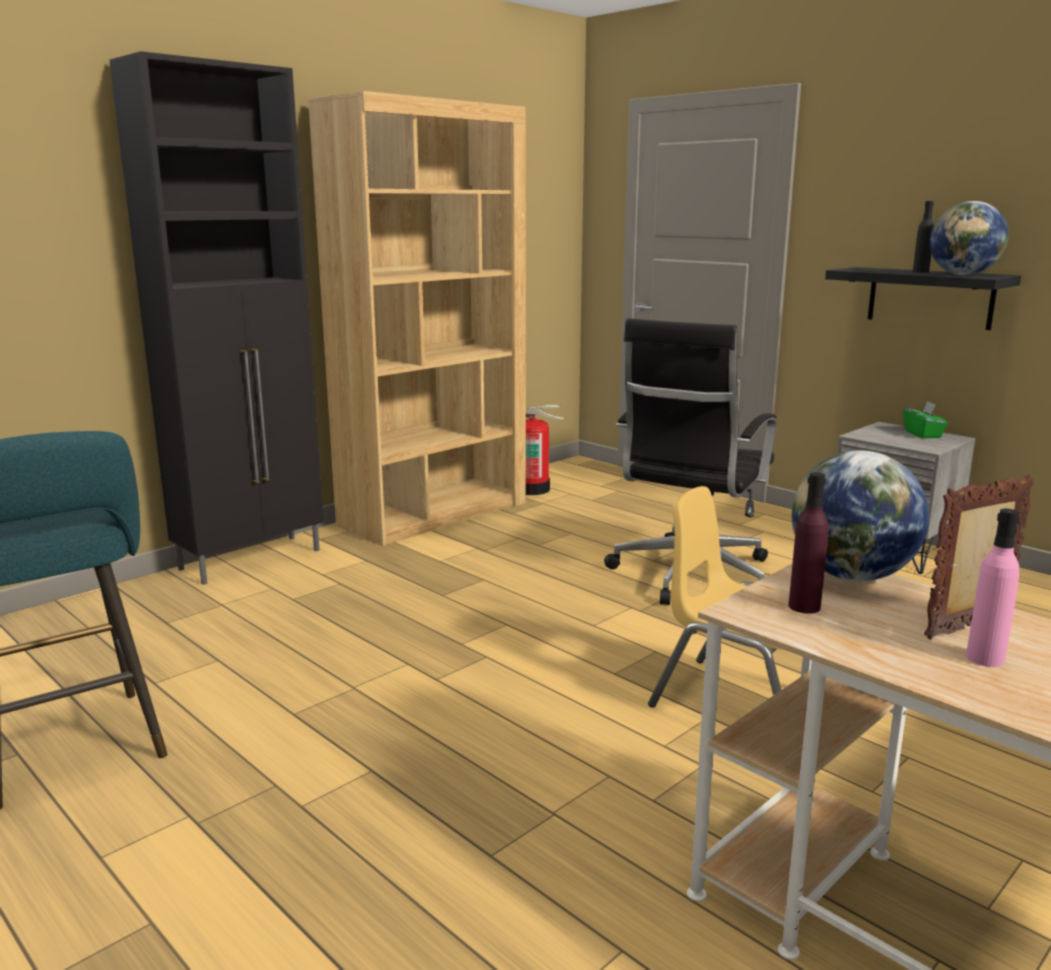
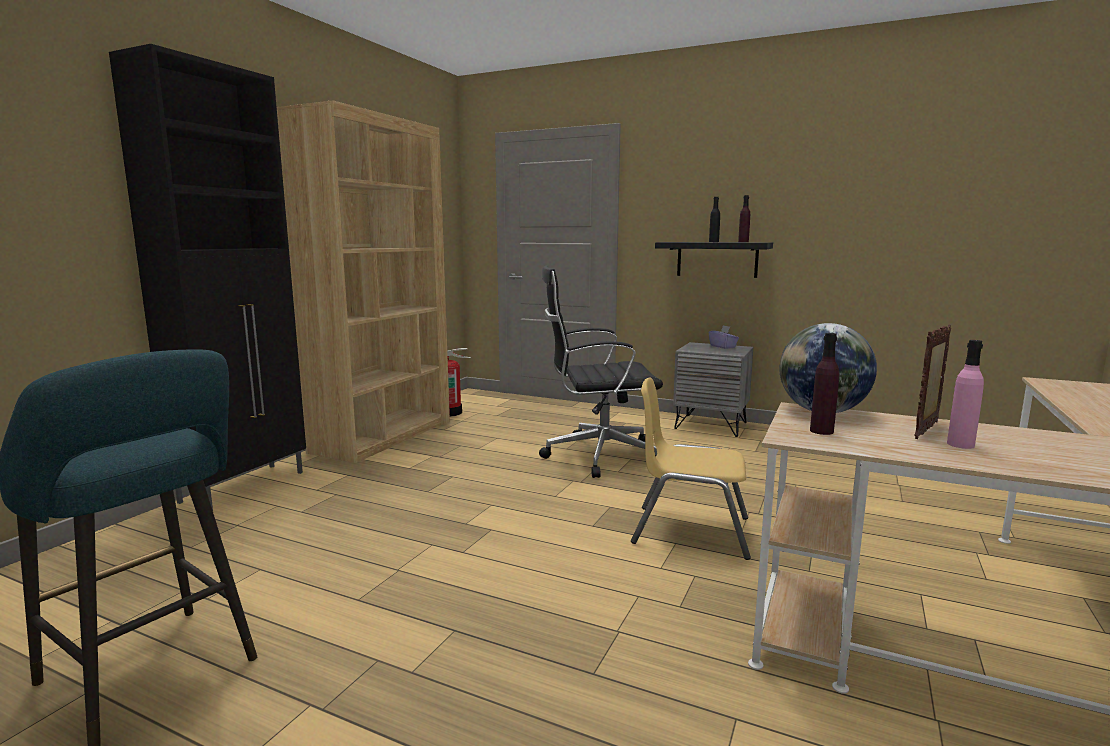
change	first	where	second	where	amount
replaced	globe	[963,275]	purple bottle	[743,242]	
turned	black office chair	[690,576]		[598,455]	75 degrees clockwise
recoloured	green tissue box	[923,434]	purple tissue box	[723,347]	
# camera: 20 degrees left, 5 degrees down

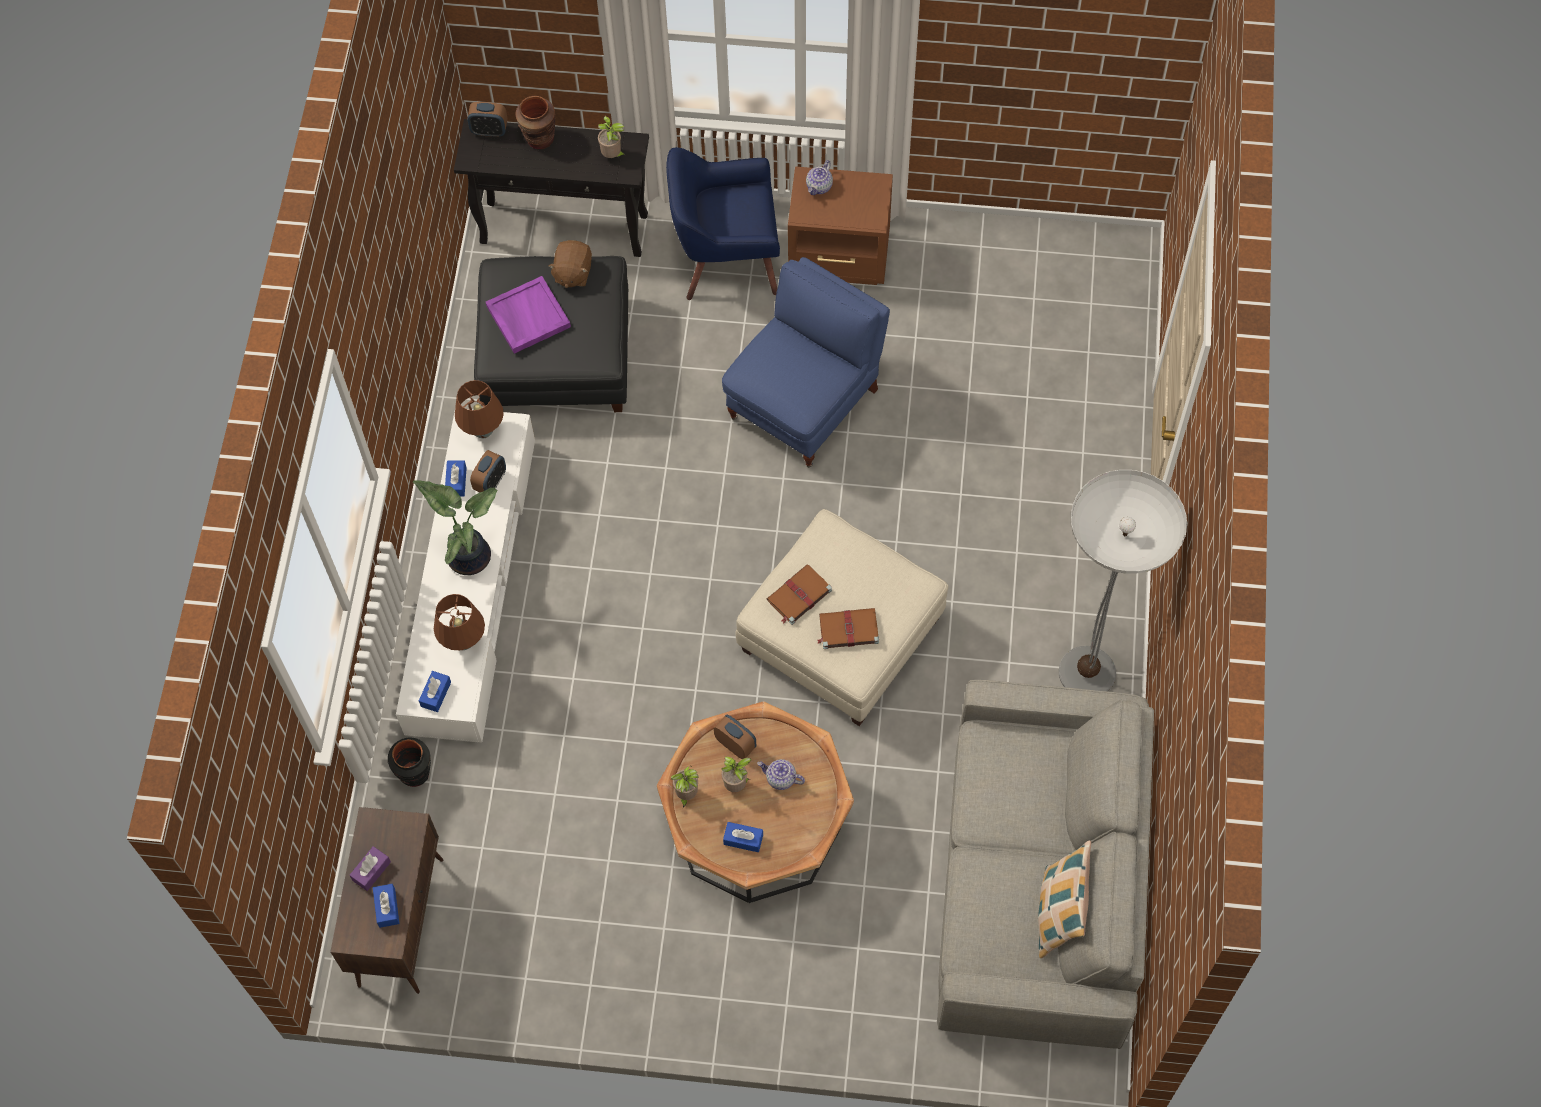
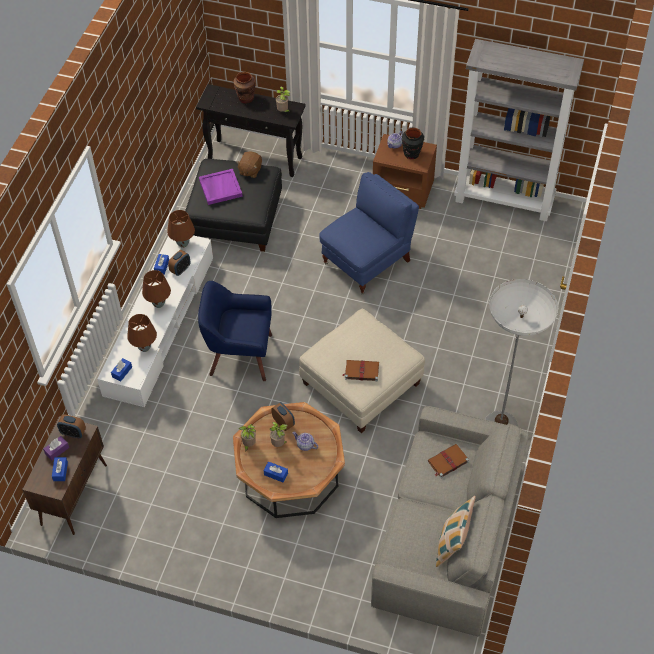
change	first	where	second	where	amount
moved	alarm clock	[489,131]		[73,433]	
moved	blue armchair	[726,260]		[239,355]	
replaced	potted plant	[469,555]	brown table lamp	[159,304]	
moved	brown book	[798,596]		[447,462]	
moved	black vase	[415,774]		[411,154]	
added			grey bookcase	[505,200]	
# camera: 10 degrees right, 10 degrees down

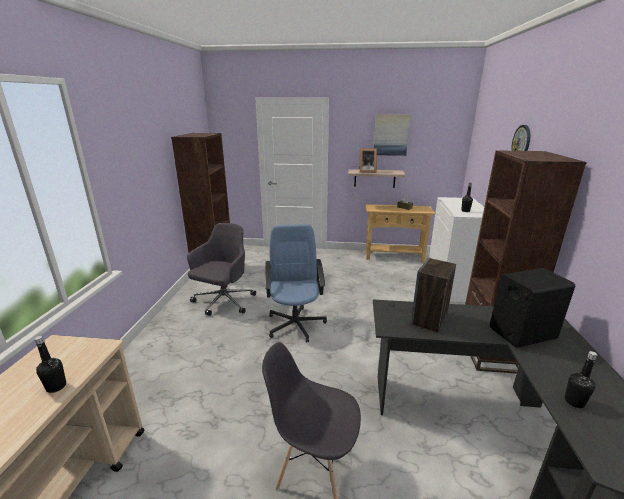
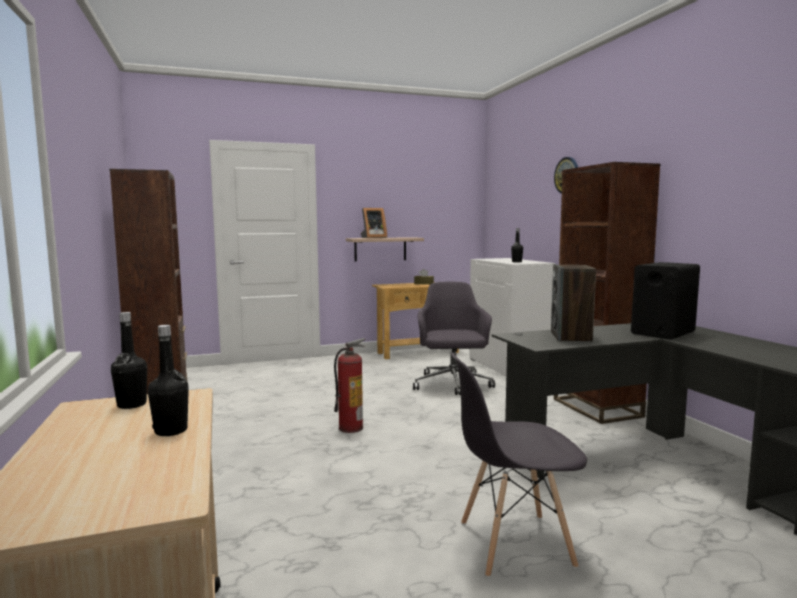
change	first	where	second	where	amount
removed	picture	[391,135]			
moved	grey office chair	[223,302]		[452,384]	
replaced	blue office chair	[295,324]	fire extinguisher	[351,428]	
moved	black bottle	[574,402]		[132,405]	
# camera: 25 degrees left, 15 degrees down

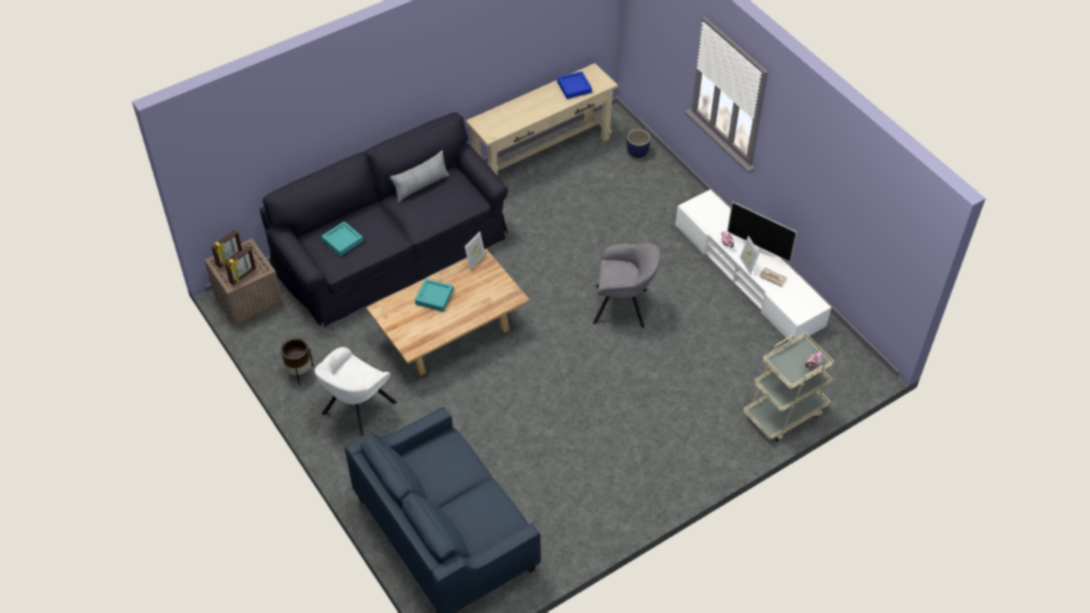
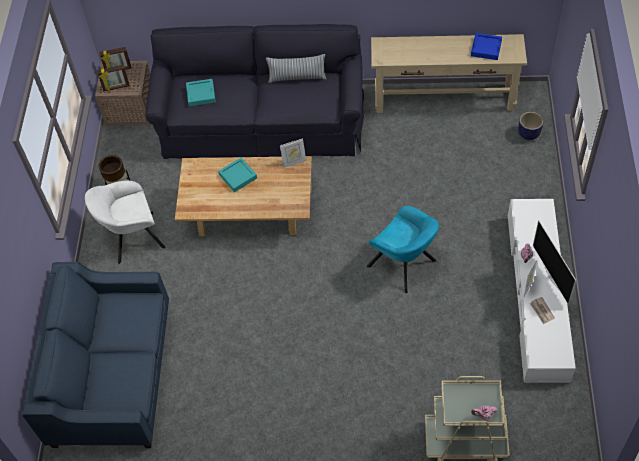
change	first	where	second	where	amount
recoloured	grey armchair	[624,306]	turquoise armchair	[404,265]	
# camera: 40 degrees right, 5 degrees up

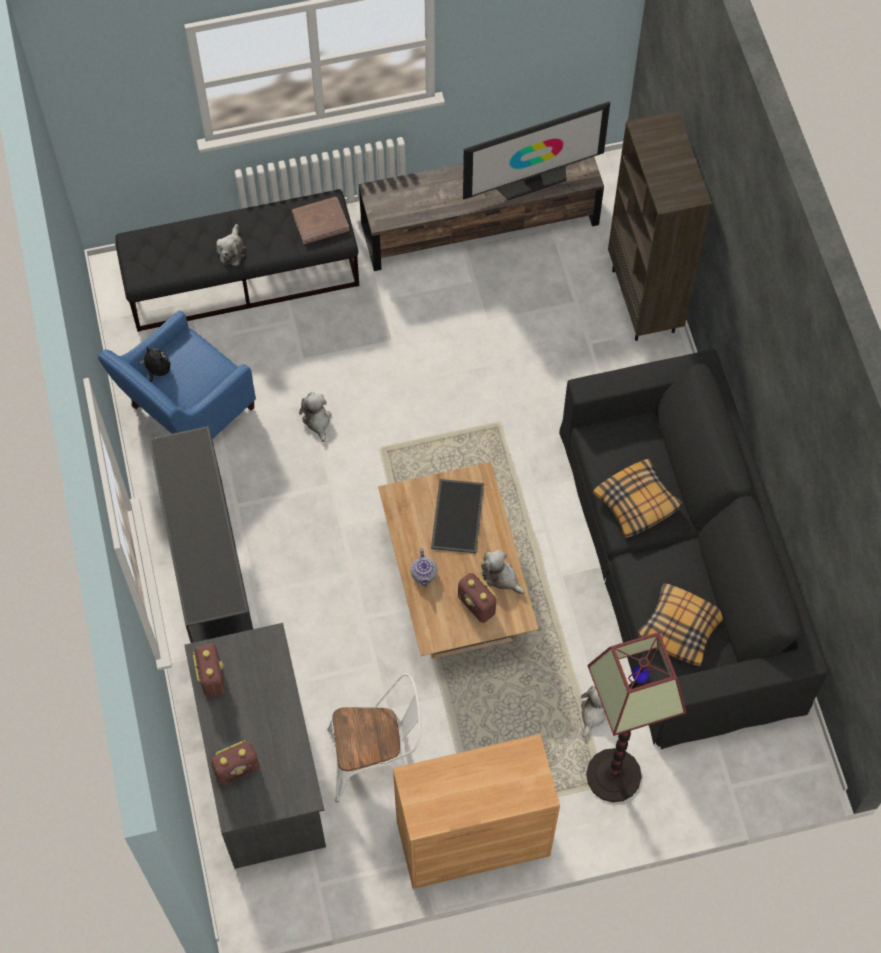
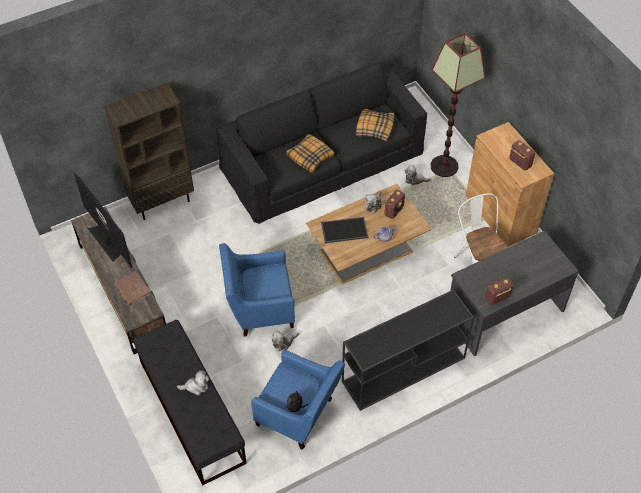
change	first	where	second	where	amount
moved	brown book	[320,221]		[132,290]	
moved	radio	[237,769]		[519,163]	
added			blue armchair	[259,308]	
# camera: 105 degrees left, 10 degrees down

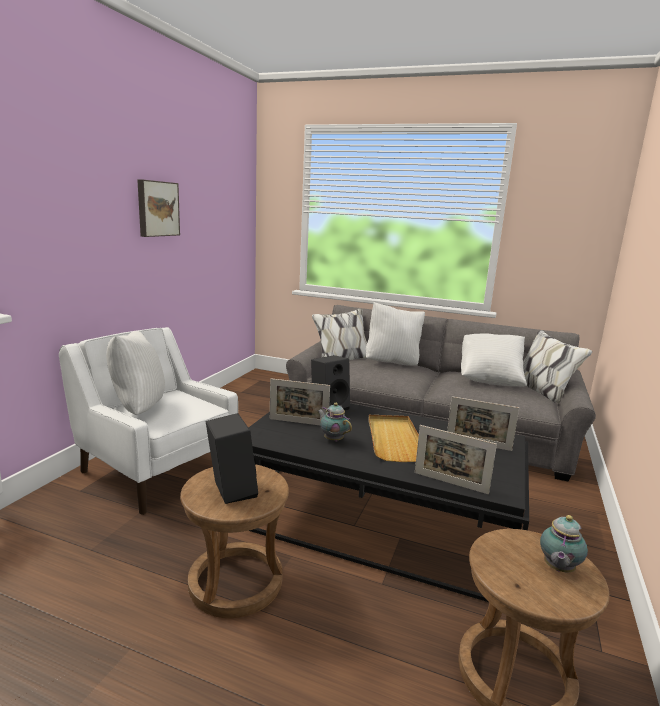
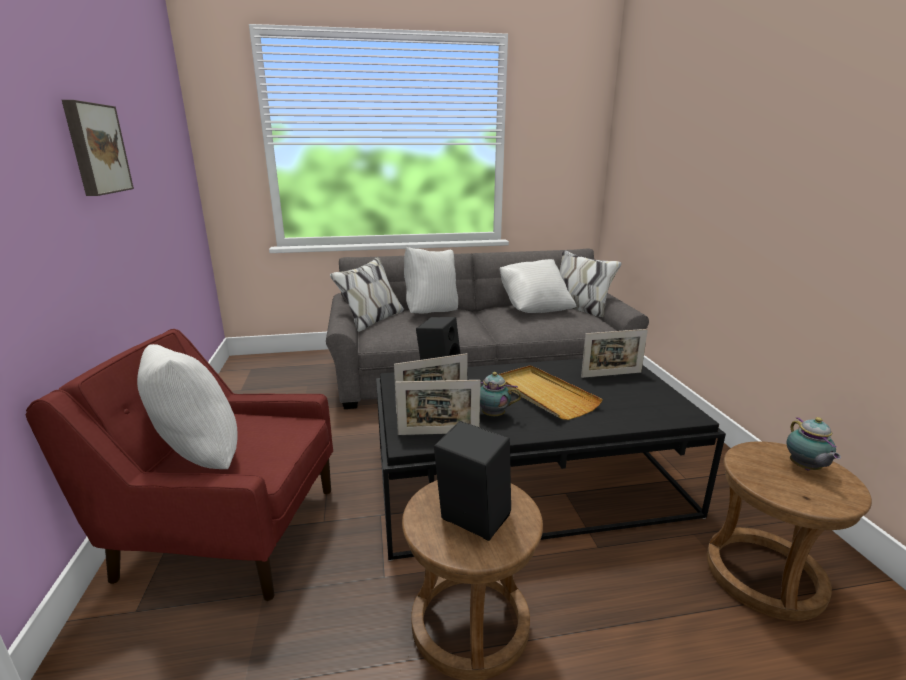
change	first	where	second	where	amount
recoloured	white armchair	[156,470]	red armchair	[228,531]	
moved	picture frame	[450,483]		[438,433]	
# camera: 30 degrees left, 5 degrees up

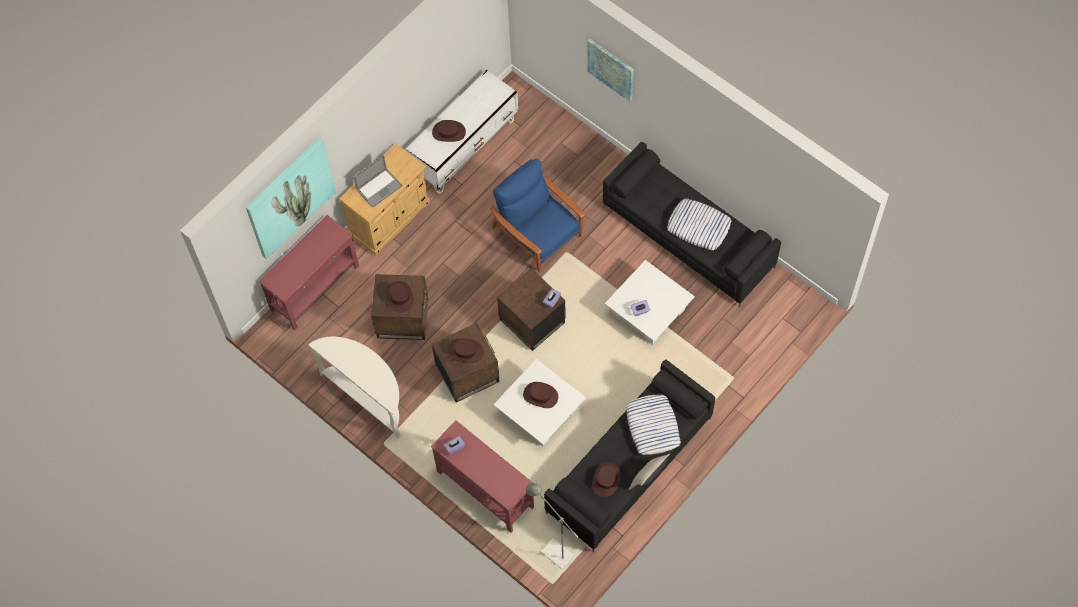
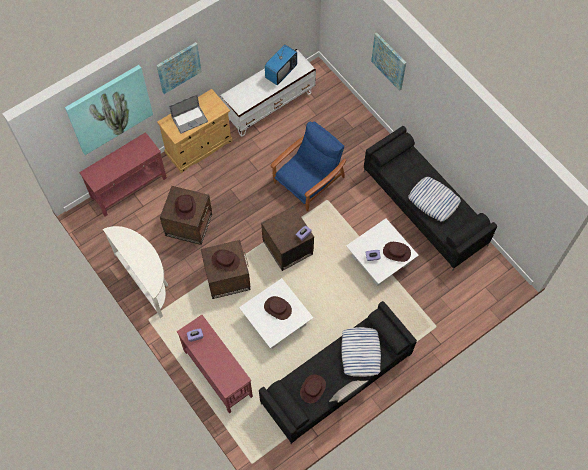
change	first	where	second	where	amount
moved	brown hat	[448,132]		[396,252]	
turned	blue armchair	[537,233]		[308,181]	75 degrees clockwise
removed	grey floor lamp	[552,550]			
added			picture	[178,67]	
added			television	[281,72]	
# camera: 10 degrees right, 0 degrees up

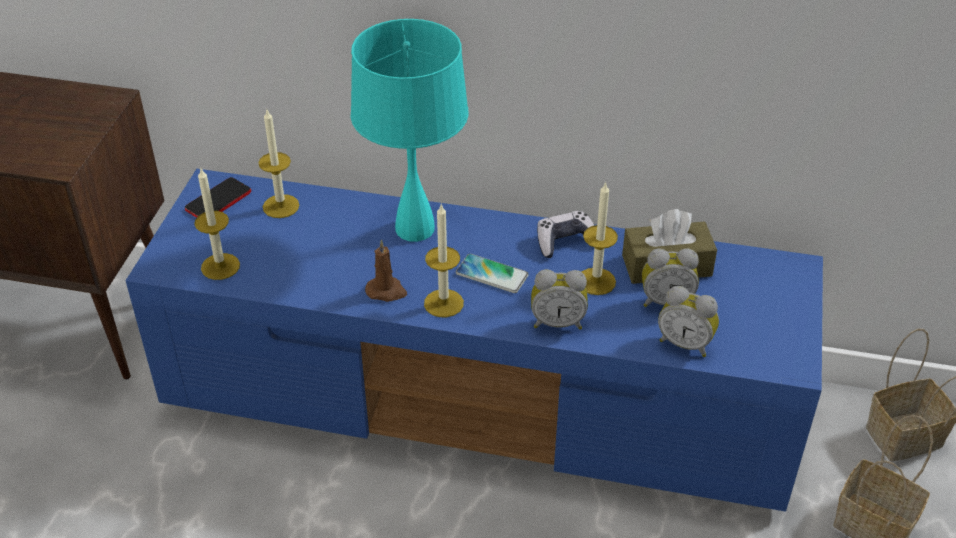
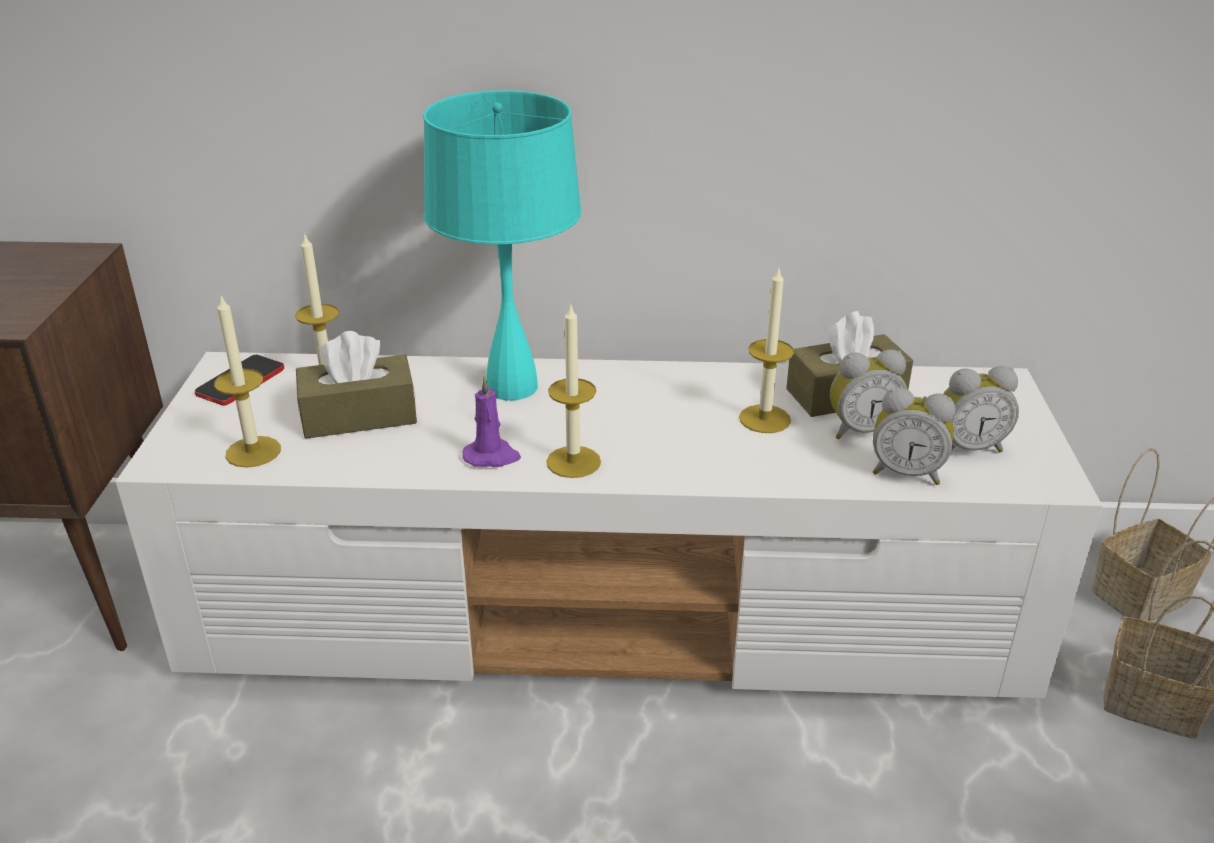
change	first	where	second	where	amount
recoloured	blue tv stand	[482,398]	white tv stand	[612,615]	
removed	game controller	[565,242]			
recoloured	brown candle	[386,291]	purple candle	[492,456]	
removed	phone	[492,274]			
moved	alarm clock	[557,322]		[967,447]	
added			brown tissue box	[359,416]	
# camera: 10 degrees left, 10 degrees down

